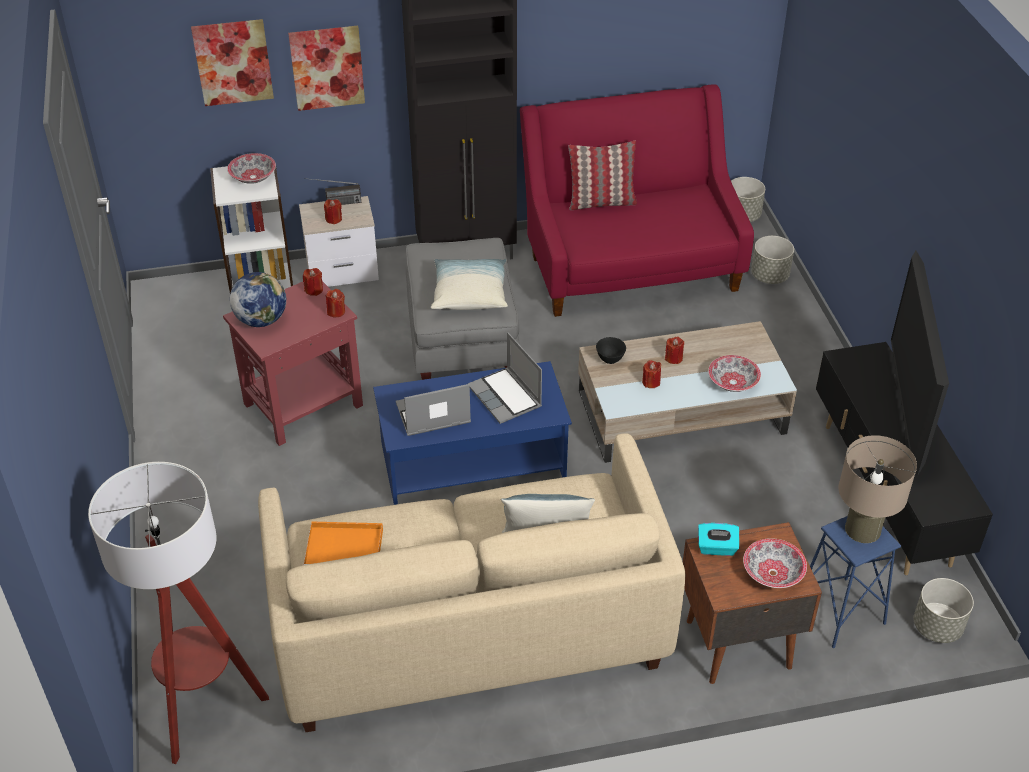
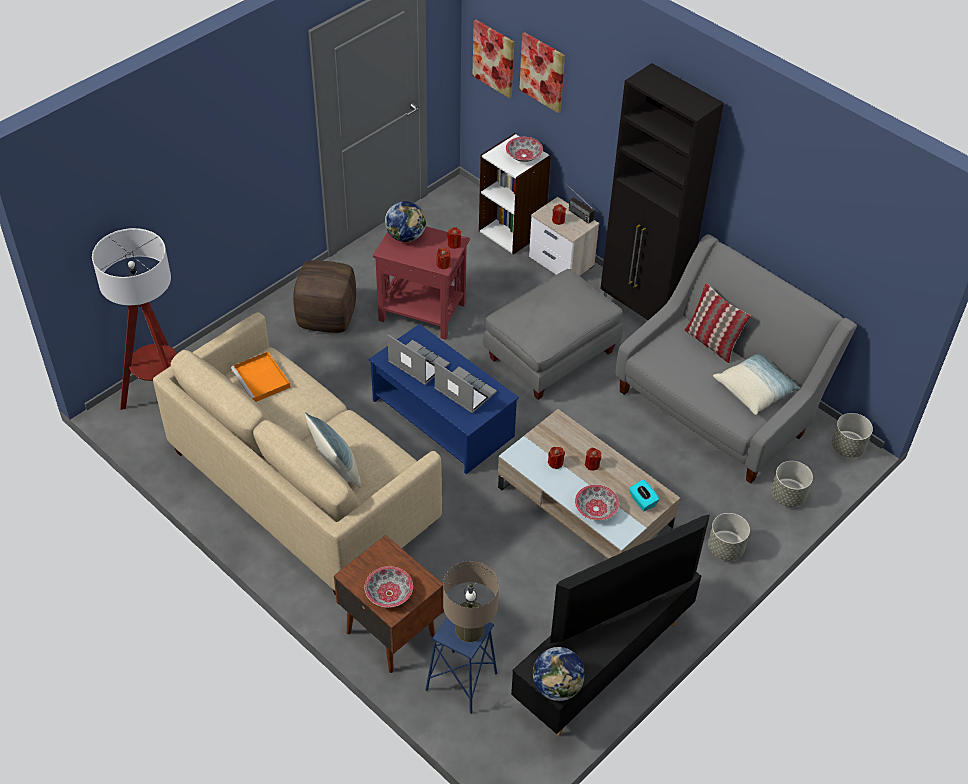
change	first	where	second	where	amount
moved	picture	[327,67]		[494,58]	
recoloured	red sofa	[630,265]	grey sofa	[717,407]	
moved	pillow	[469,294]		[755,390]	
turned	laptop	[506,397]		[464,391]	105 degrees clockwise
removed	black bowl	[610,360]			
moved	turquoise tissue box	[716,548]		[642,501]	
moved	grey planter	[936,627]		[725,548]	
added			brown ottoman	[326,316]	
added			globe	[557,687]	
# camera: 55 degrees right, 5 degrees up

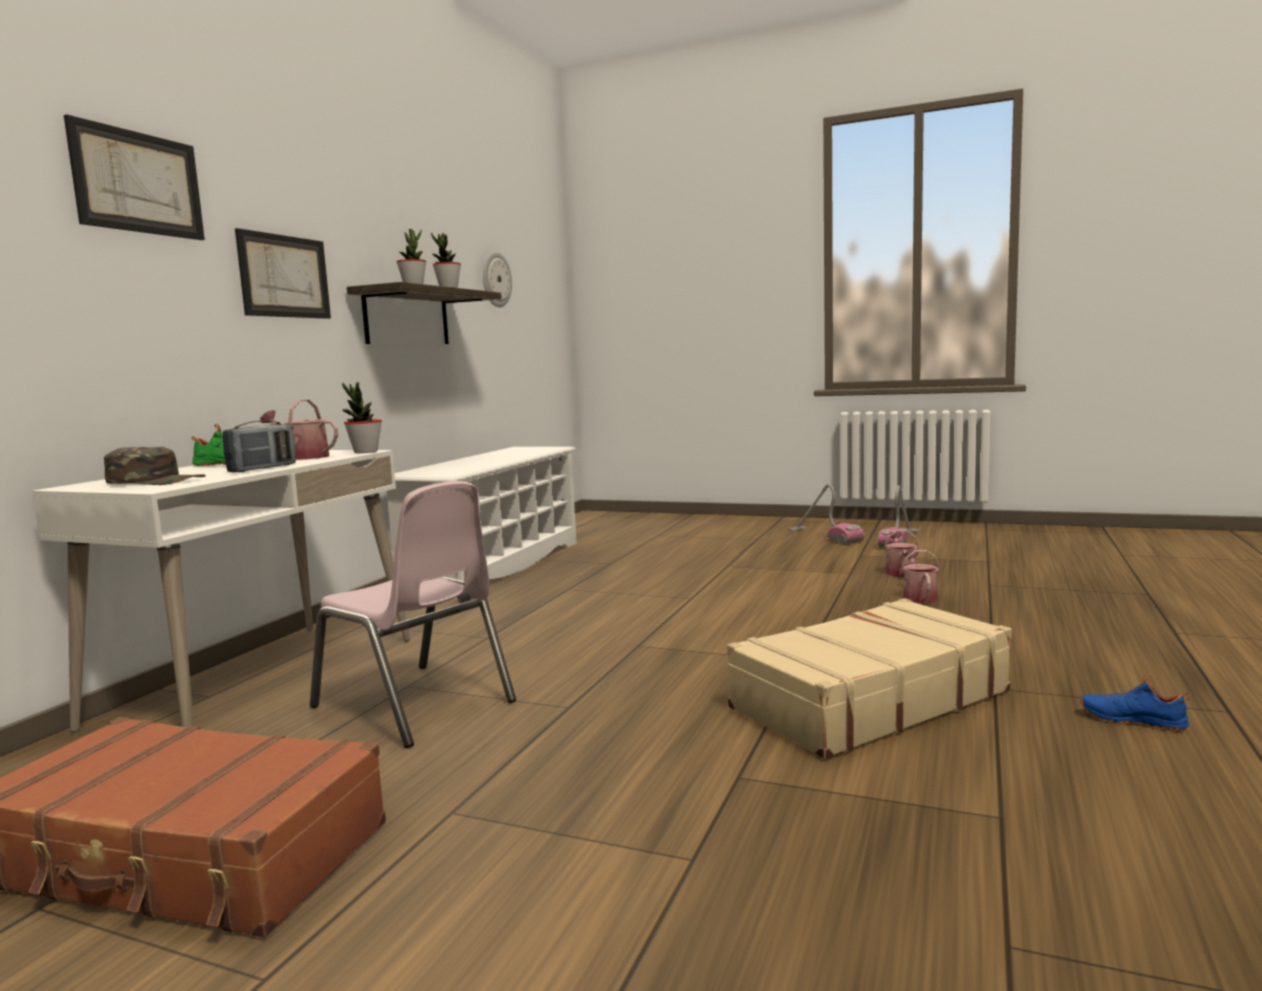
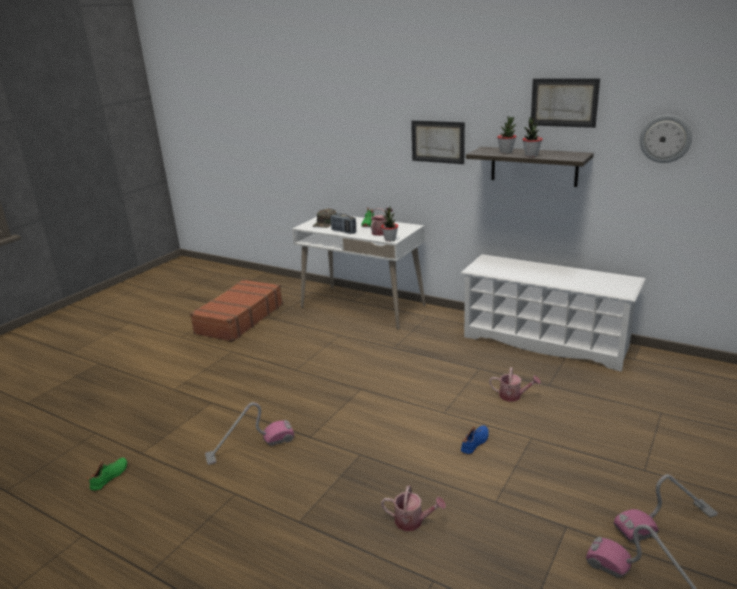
change	first	where	second	where	amount
moved	picture	[138,182]		[564,102]	
removed	pink chair	[414,704]			
moved	watering can	[900,571]		[513,396]	
replaced	beige suitcase	[867,700]	vacuum cleaner	[250,447]	
moved	blue shoe	[1132,719]		[475,443]	
added			green shoe	[110,478]	
# camera: 100 degrees right, 15 degrees up

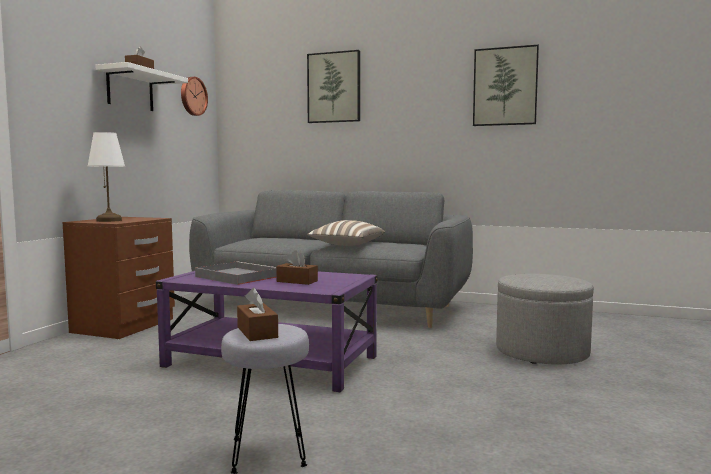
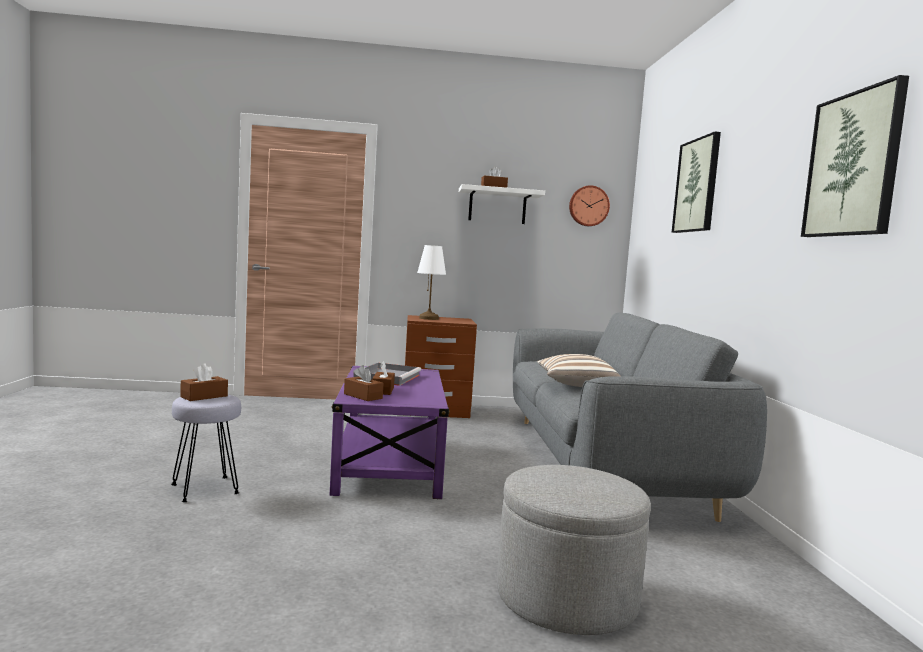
change	first	where	second	where	amount
added			brown tissue box	[363,396]	
# camera: 65 degrees right, 0 degrees up

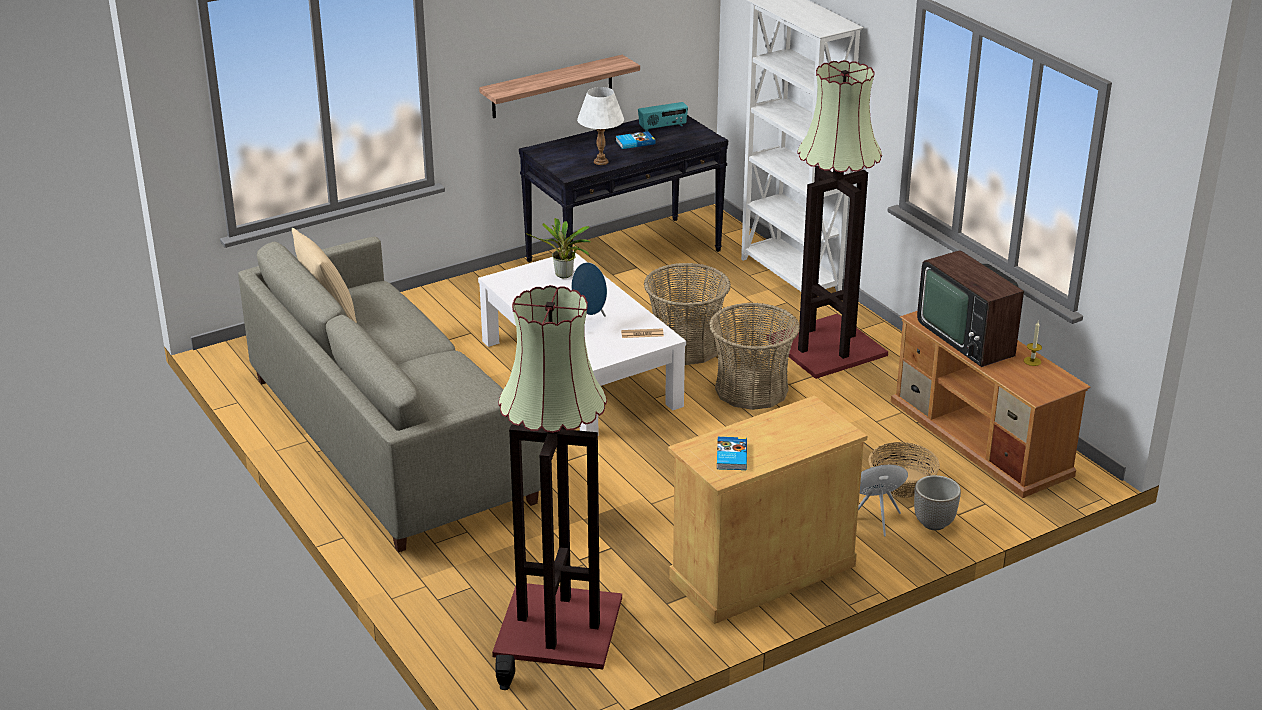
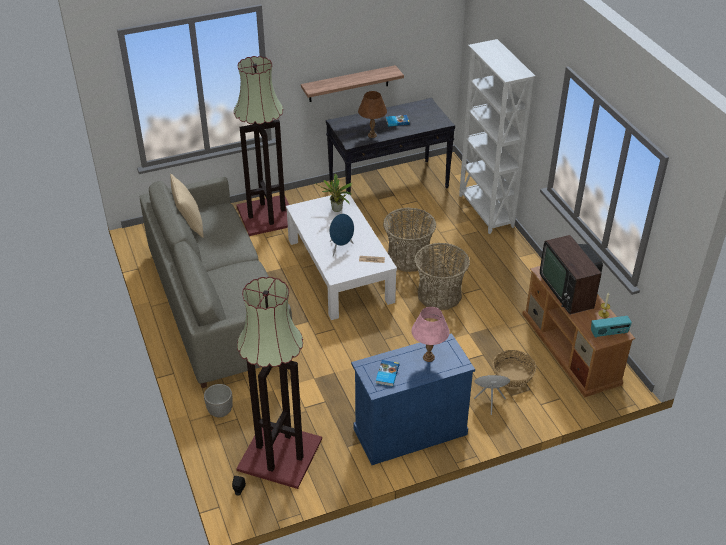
change	first	where	second	where	amount
moved	floor lamp	[828,347]		[268,216]	
recoloured	white table lamp	[601,161]	brown table lamp	[372,135]	
moved	radio	[663,127]		[609,333]	
recoloured	beige cabinet	[762,572]	blue cabinet	[410,431]	
moved	planter	[933,523]		[220,412]	
added			pink table lamp	[429,357]	
# camera: 10 degrees right, 10 degrees up

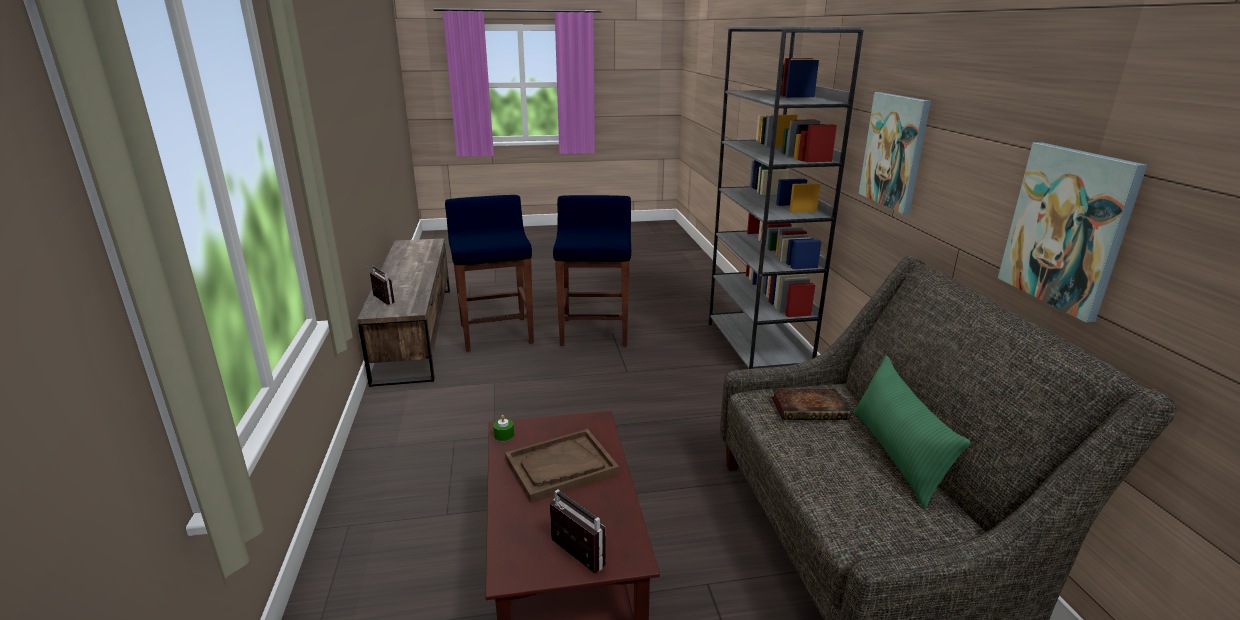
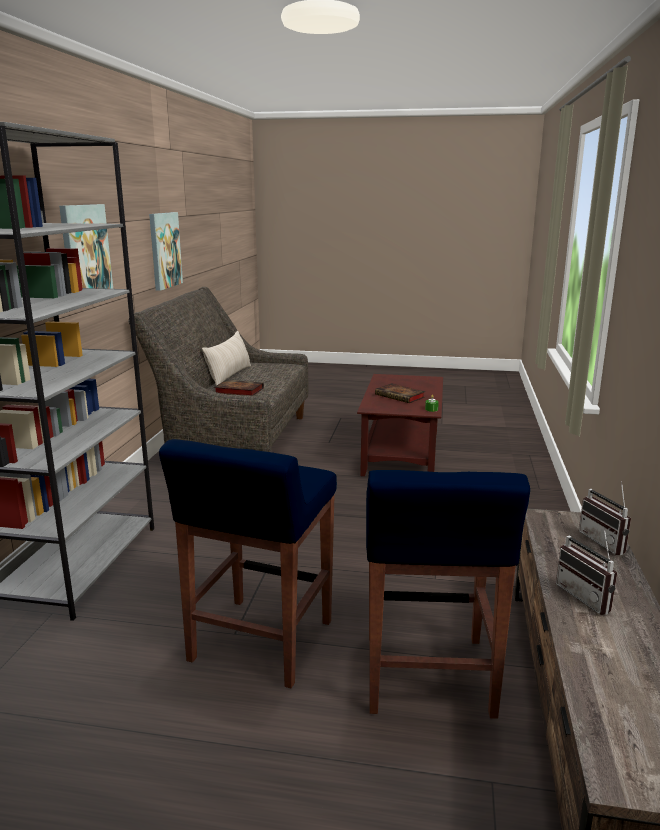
change	first	where	second	where	amount
recoloured	green pillow	[896,455]	beige pillow	[229,376]	
replaced	brown tray	[561,467]	book	[401,396]	
moved	radio	[571,557]		[588,597]	
# camera: 160 degrees left, 5 degrees down

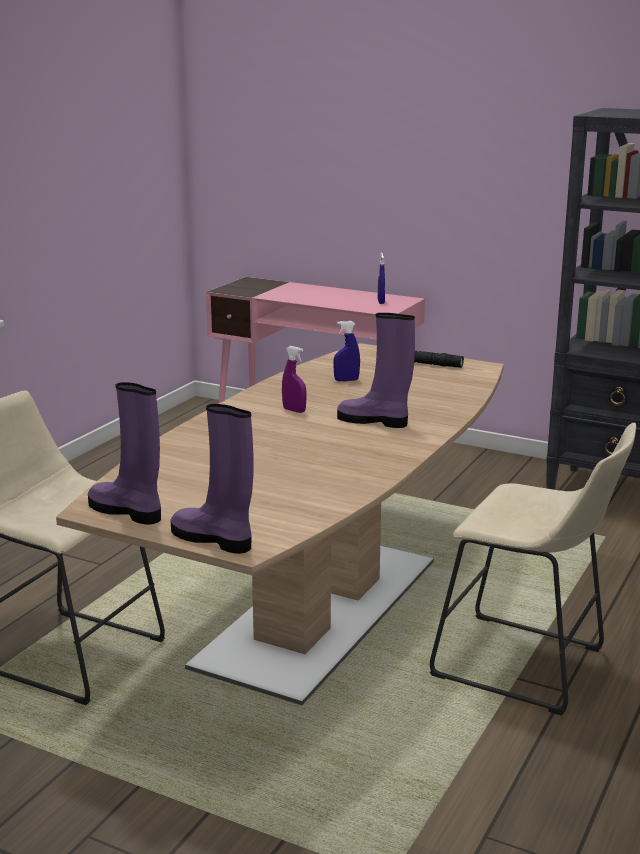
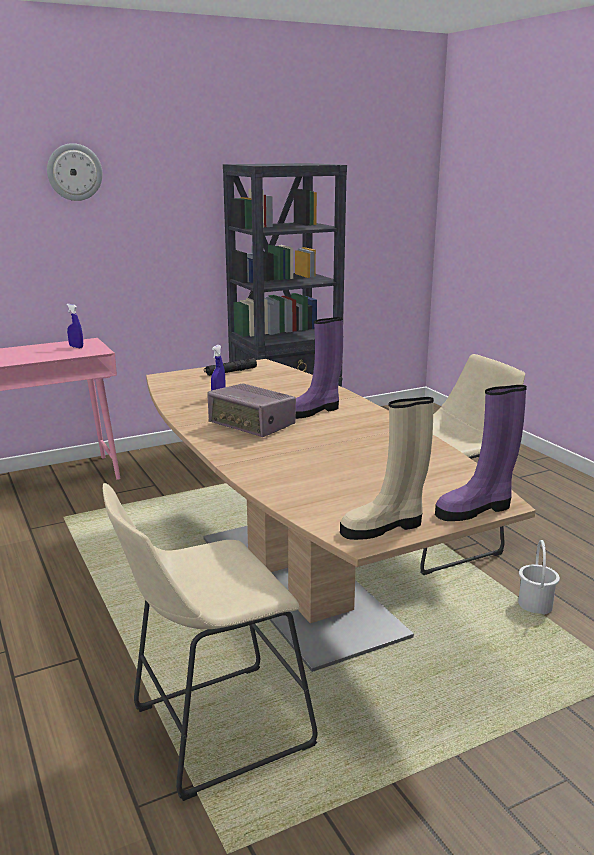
change	first	where	second	where	amount
replaced	purple spray bottle	[294,410]	radio	[252,425]	
recoloured	purple boot	[127,512]	beige boot	[384,527]	
added			wall clock	[74,172]	
added			white bucket	[535,605]	
# camera: 55 degrees left, 0 degrees up

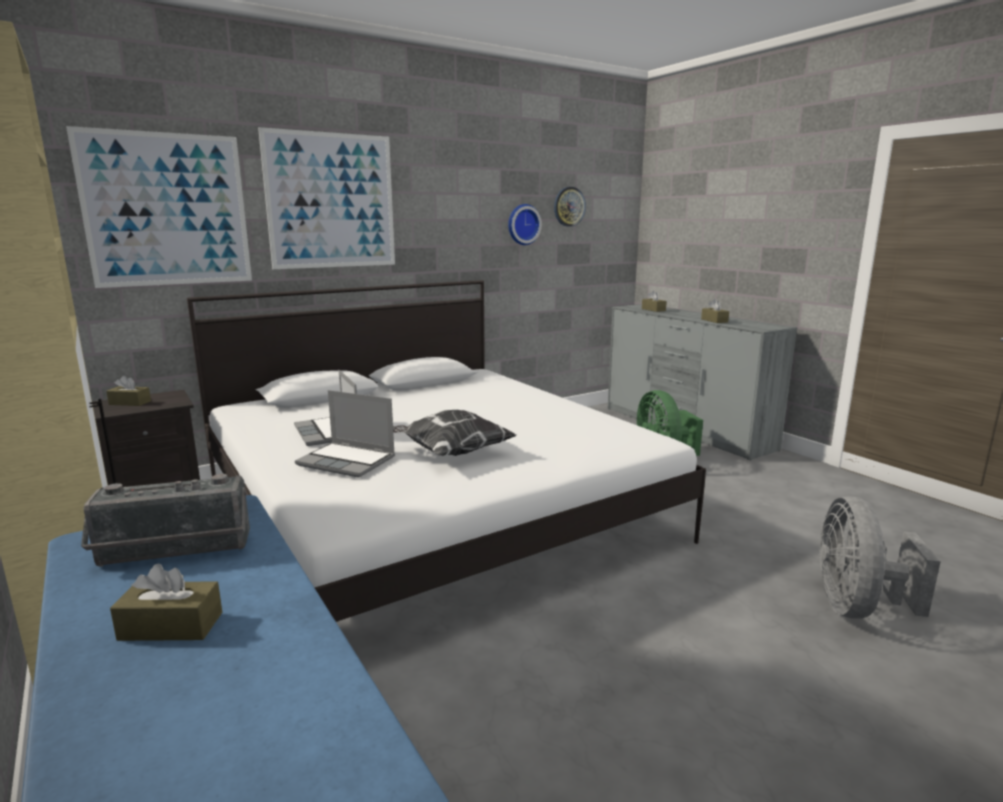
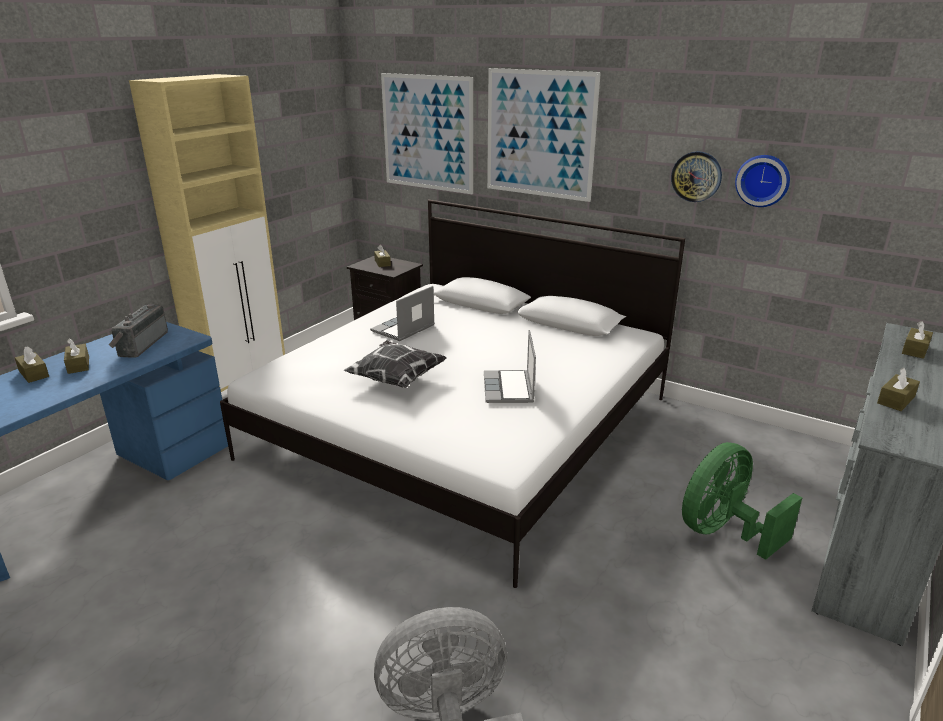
change	first	where	second	where	amount
moved	wall clock	[569,206]		[696,176]	
moved	laptop	[348,461]		[509,389]	
turned	radio	[174,553]		[140,344]	45 degrees clockwise
added			brown tissue box	[34,374]	
# camera: 65 degrees right, 10 degrees up

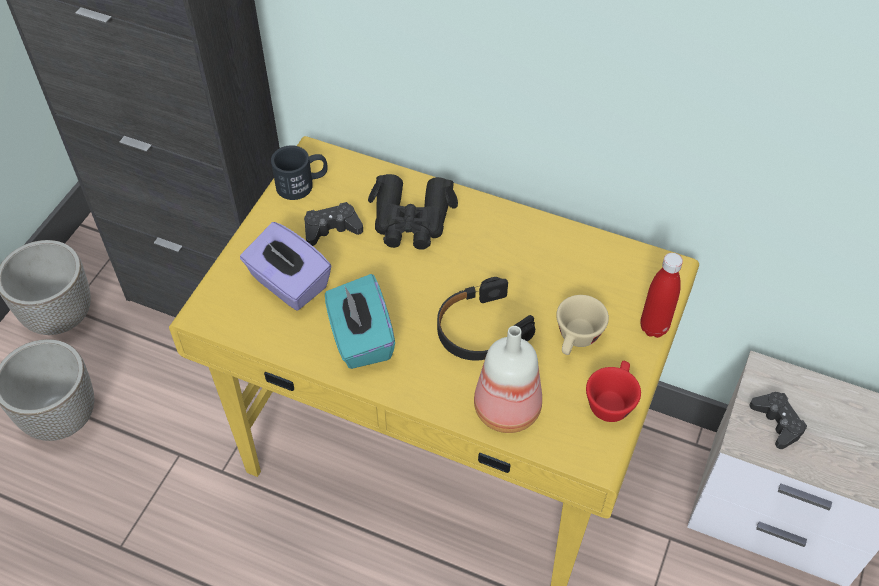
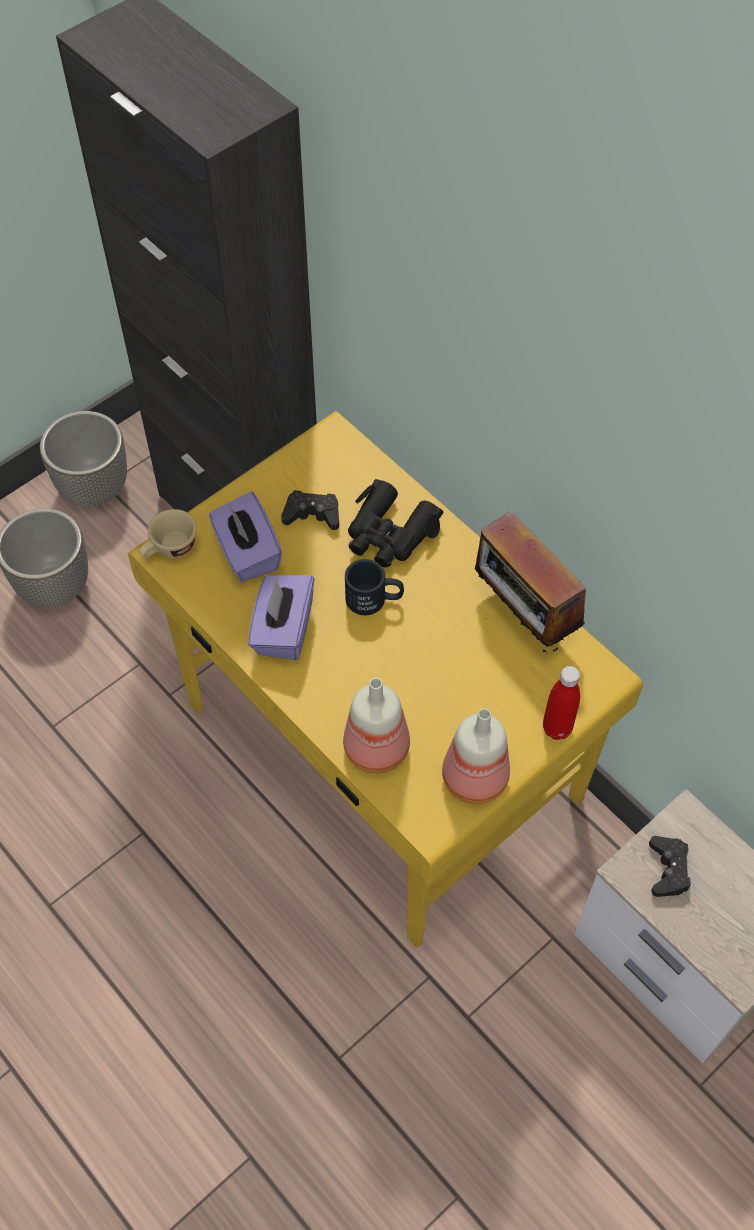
change	first	where	second	where	amount
moved	black mug	[302,184]		[374,599]	
recoloured	turquoise tissue box	[360,338]	purple tissue box	[283,630]	
removed	black headphones	[480,329]			
moved	beige cup	[576,340]		[170,550]	
replaced	red cup	[611,400]	bottle	[475,780]	
added			radio	[523,616]	
# camera: 25 degrees right, 5 degrees up

